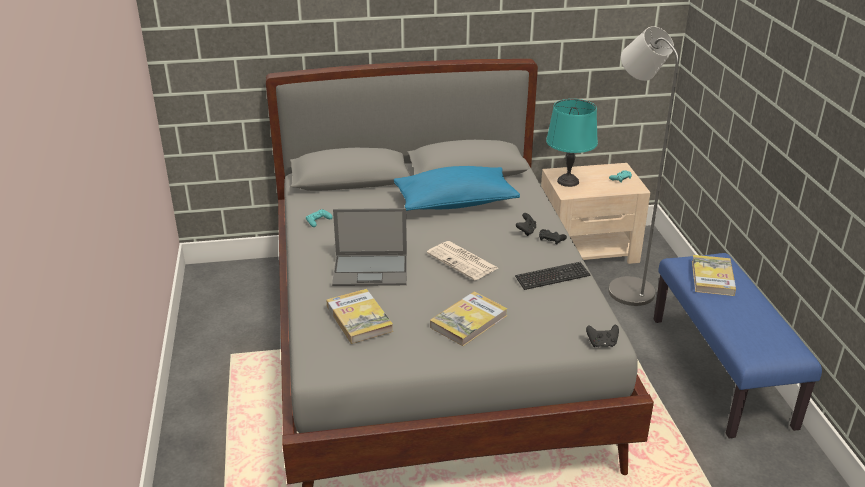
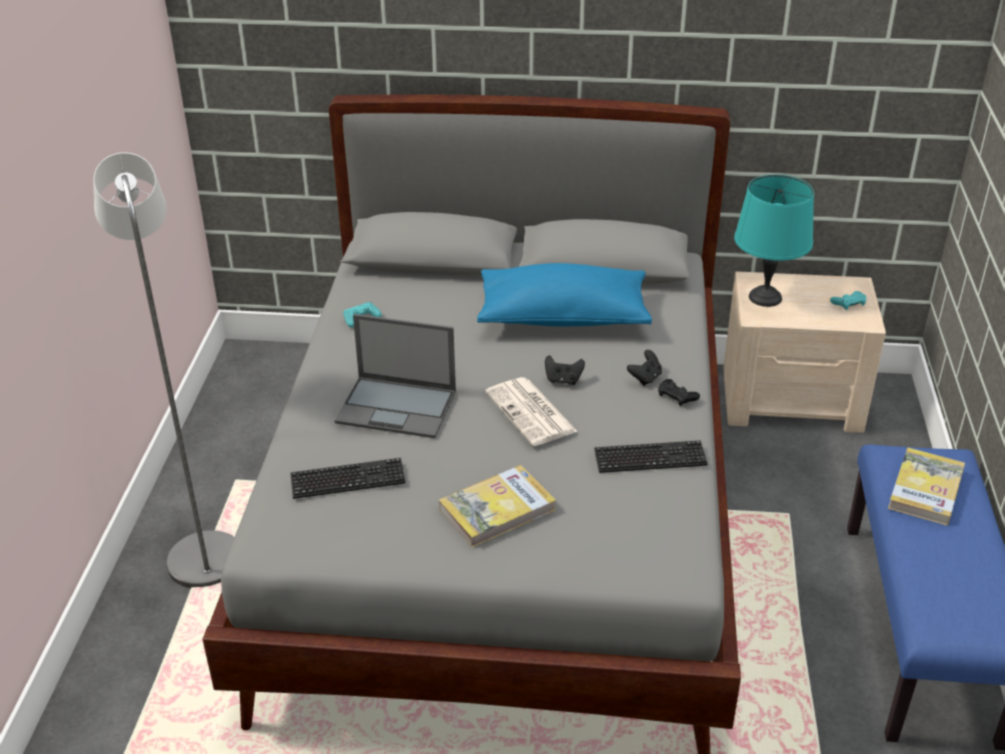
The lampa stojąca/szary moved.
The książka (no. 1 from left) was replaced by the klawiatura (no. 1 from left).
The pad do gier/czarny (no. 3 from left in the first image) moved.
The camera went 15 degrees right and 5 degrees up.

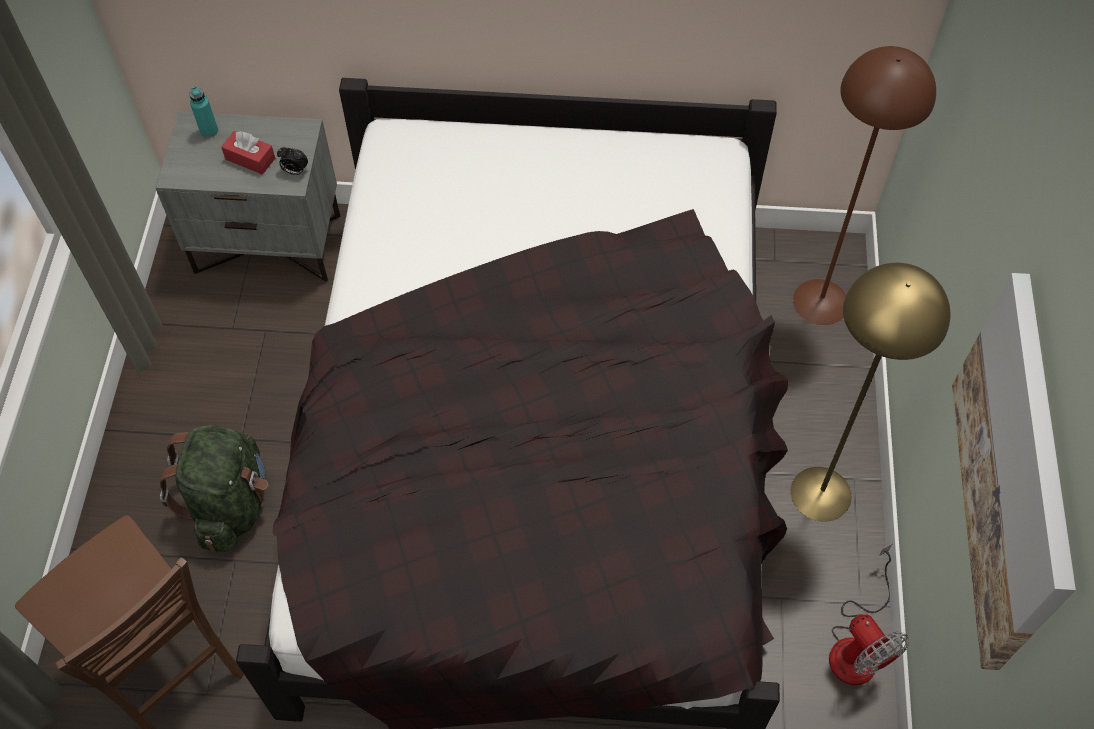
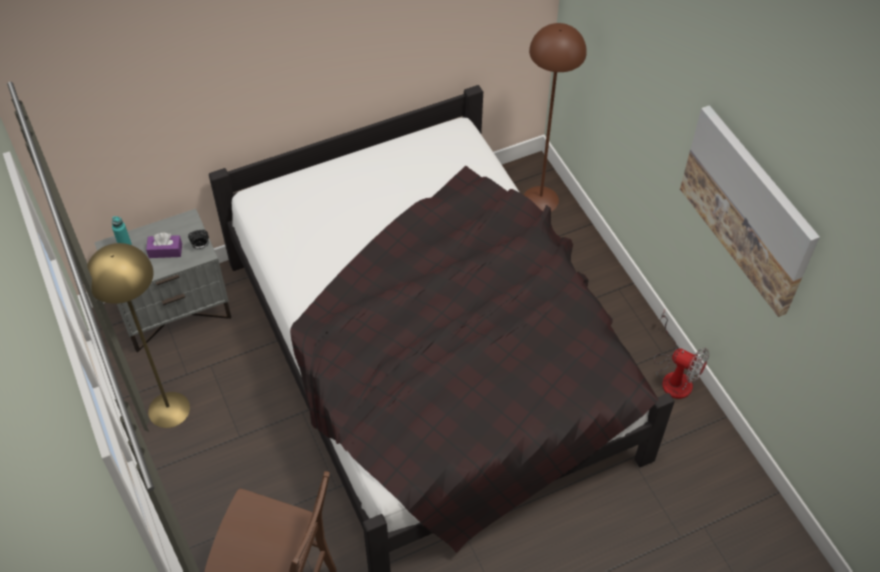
The lampa stojąca/żółty moved.
The pudełko chusteczek/czerwony became the pudełko chusteczek/fioletowy.
The plecak/zielony disappeared.
The camera went 30 degrees left and 5 degrees down.

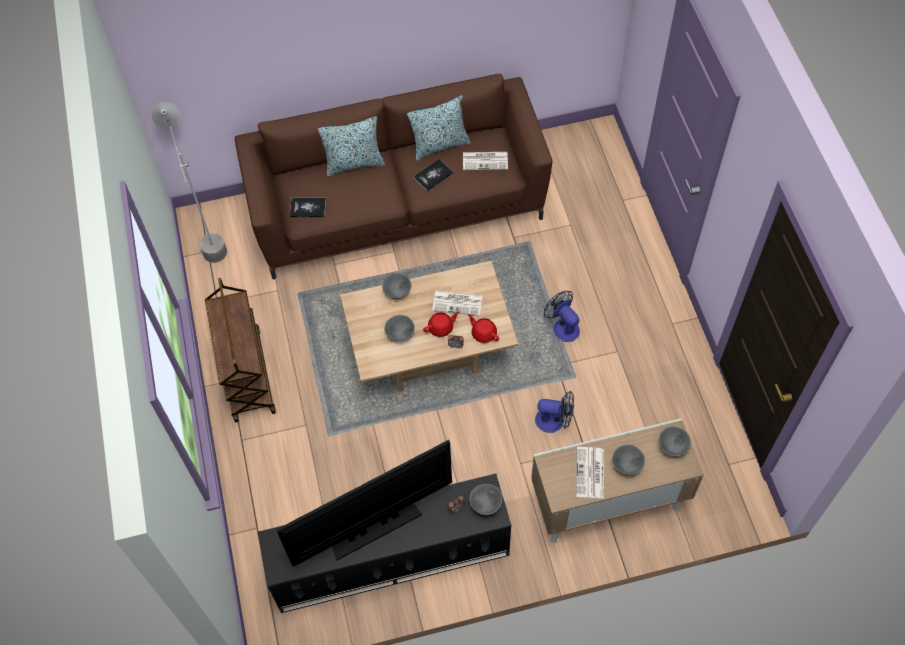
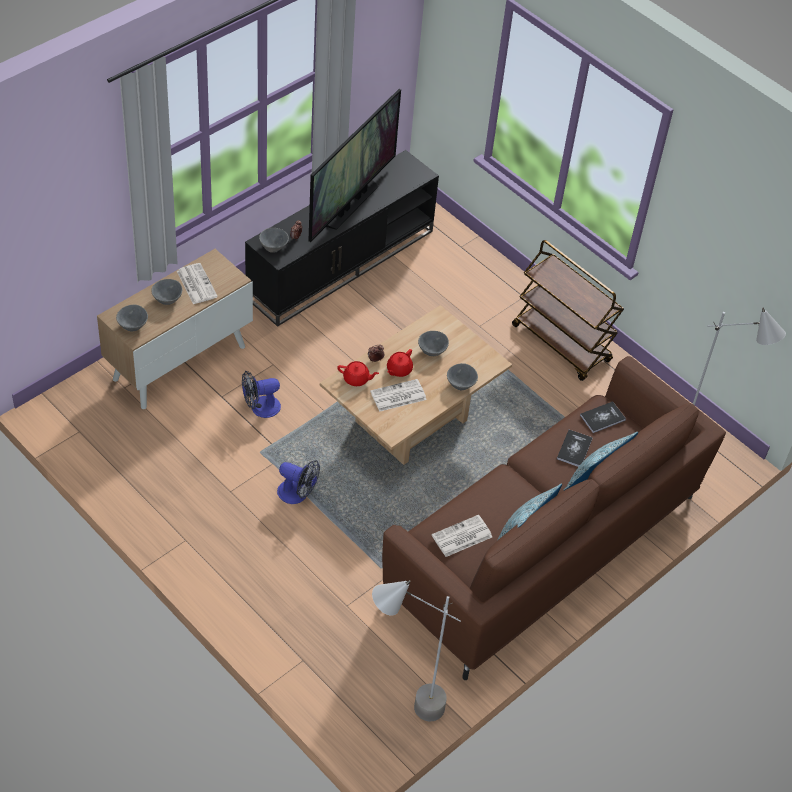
The lampa stojąca/szary (no. 1 from left) appeared.
The książka (no. 2 from left in the first image) moved.
The camera went 145 degrees right and 10 degrees down.

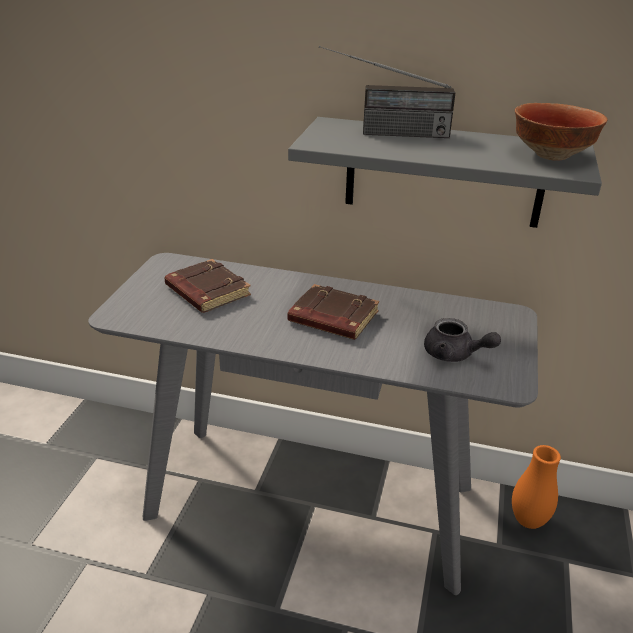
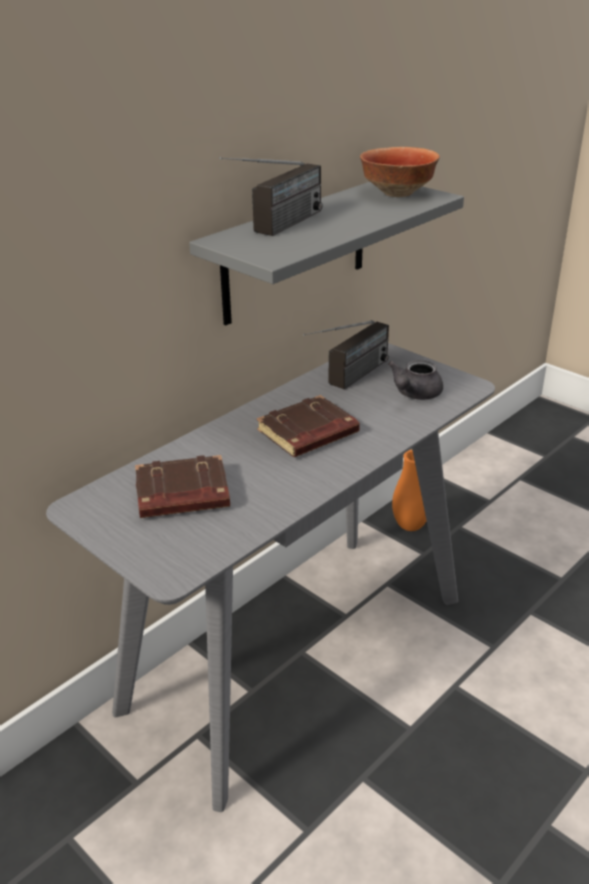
The radio (no. 2 from left) appeared.
The imbryk/szary turned 150 degrees clockwise.
The camera went 60 degrees left and 0 degrees up.

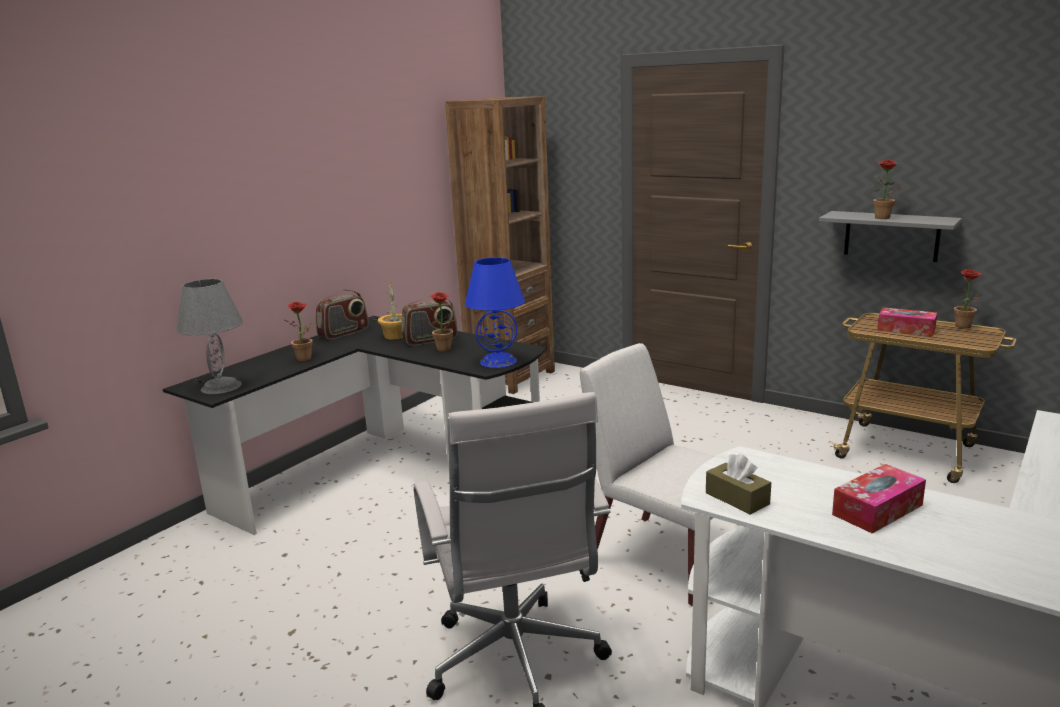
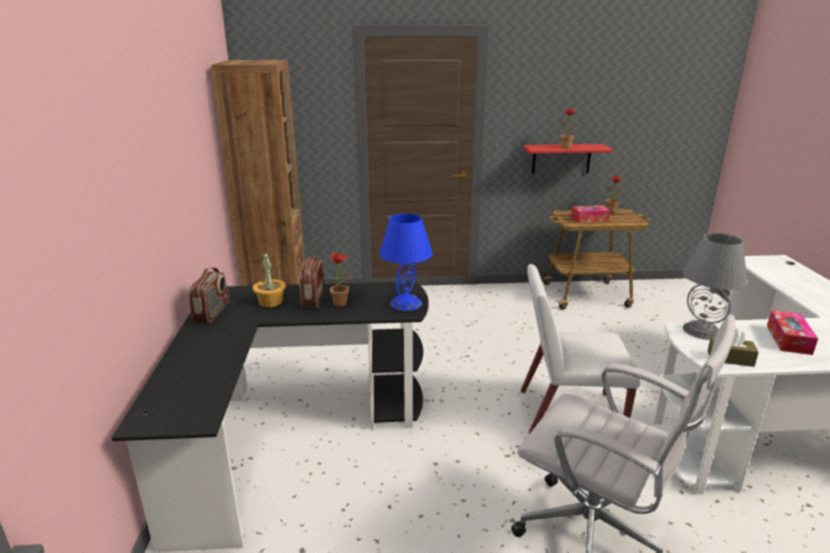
The radio (no. 2 from left) turned 150 degrees clockwise.
The półka/szary became the półka/czerwony.
The lampa stołowa/szary moved.
The roślina doniczkowa (no. 1 from left) disappeared.
The camera went 40 degrees left and 5 degrees up.

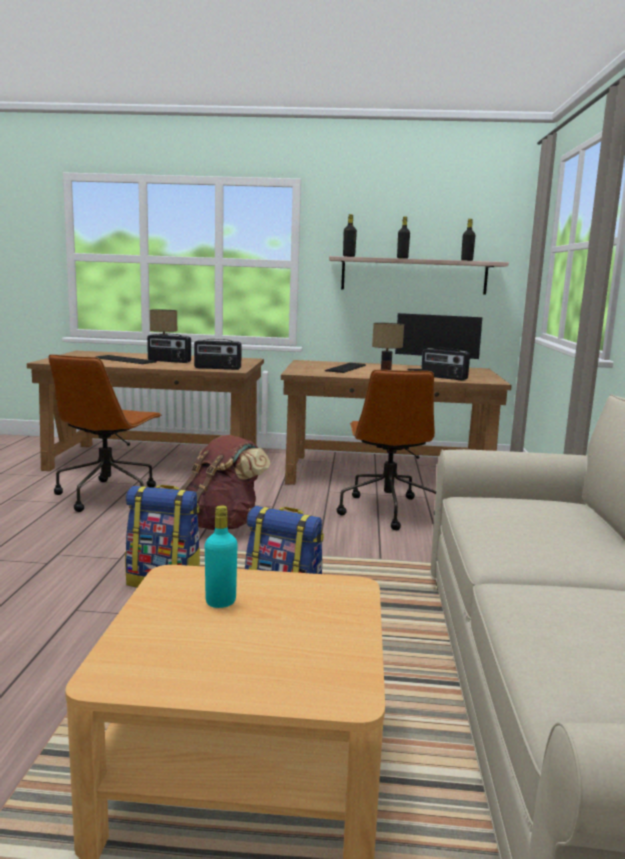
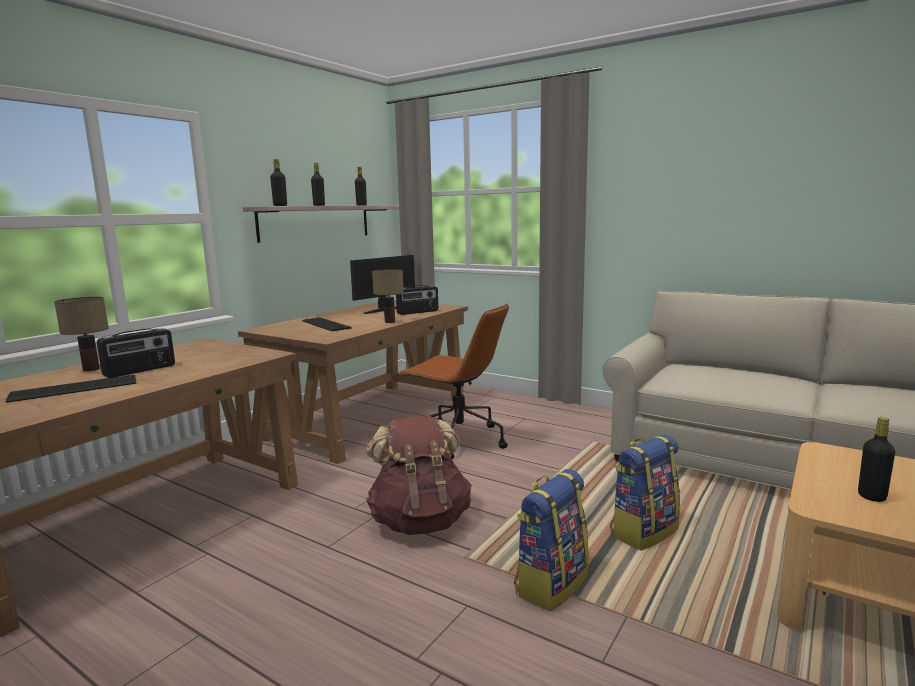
The butelka/turkusowy became the butelka/czarny (no. 4 from left).
The krzesło biurowe/brązowy (no. 1 from left) disappeared.
The radio (no. 2 from left) disappeared.
The camera went 60 degrees left and 0 degrees up.

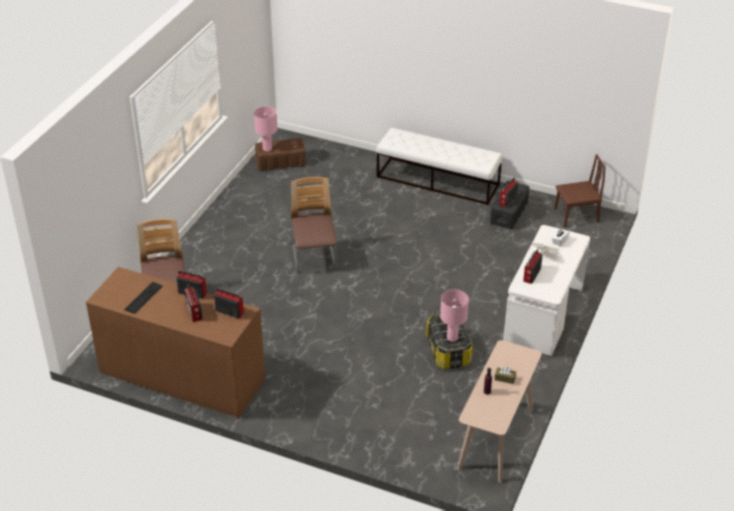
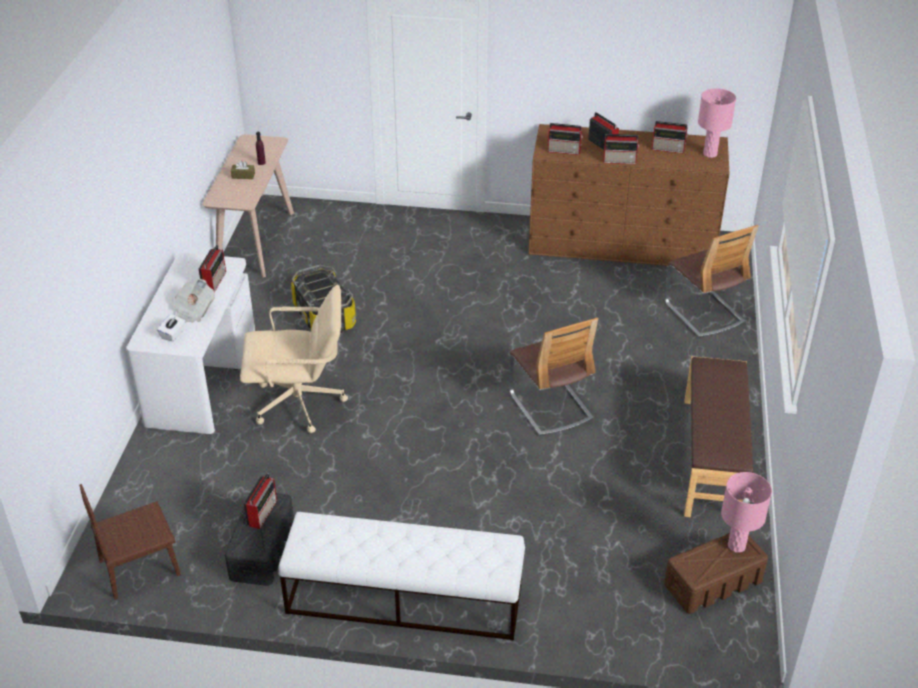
The krzesło biurowe/beżowy appeared.
The klawiatura was replaced by the radio (no. 6 from left).
The ławka/brązowy appeared.
The lampa stołowa/różowy (no. 2 from left in the first image) moved.
The camera went 165 degrees right and 0 degrees up.

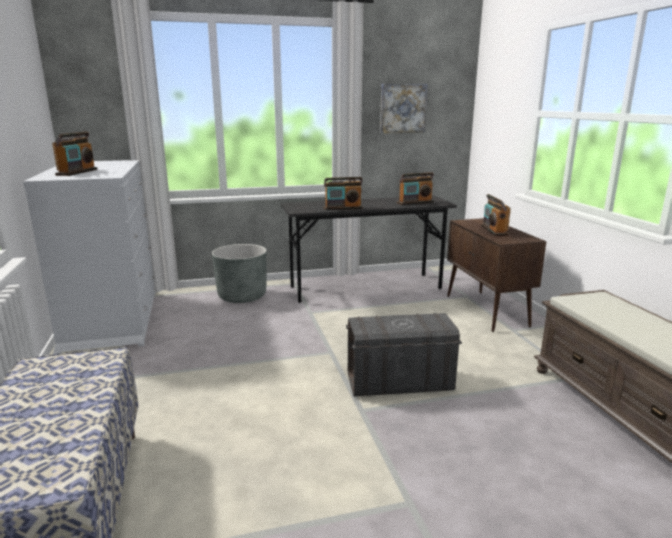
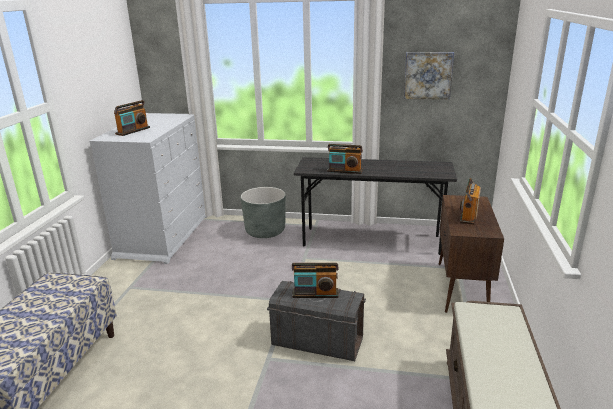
The radio (no. 3 from left in the first image) moved.
The camera went 25 degrees right and 5 degrees up.

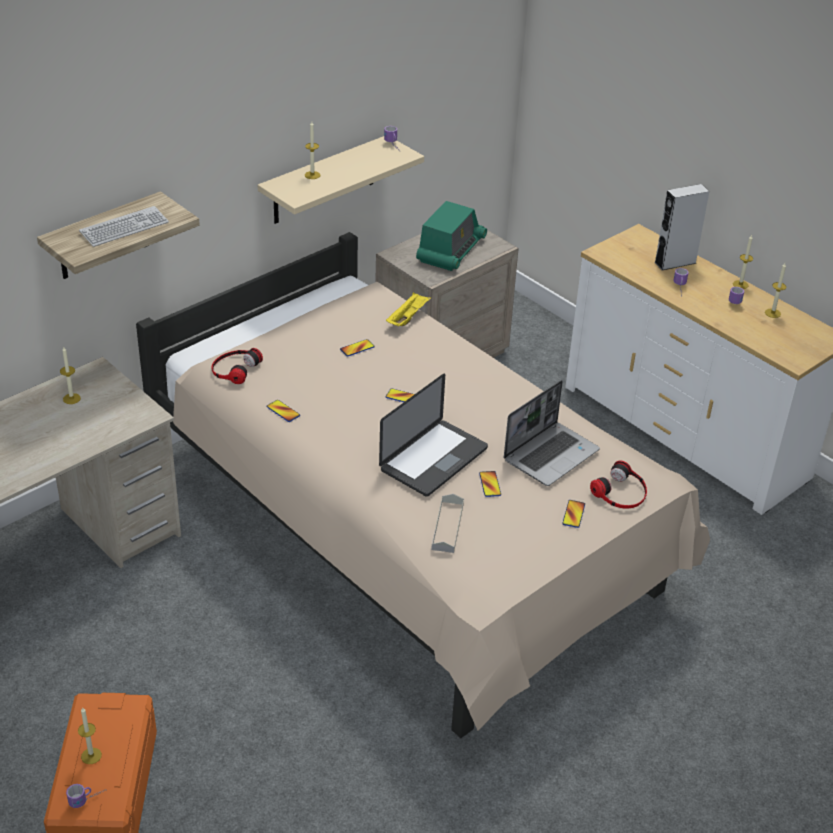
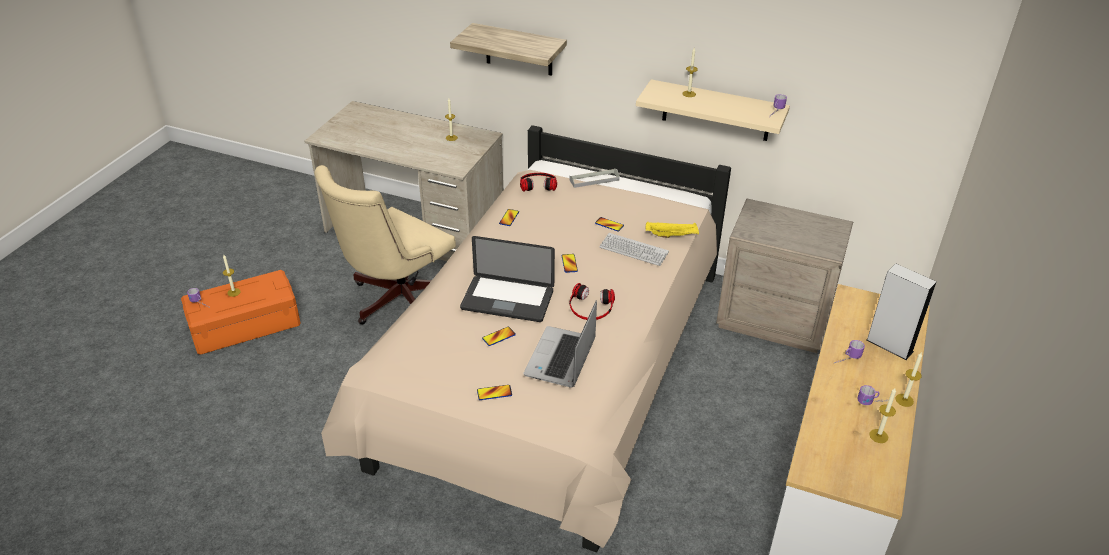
The krzesło biurowe/beżowy appeared.
The laptop (no. 2 from left) turned 90 degrees clockwise.
The taca/szary moved.
The słuchawki (no. 2 from left) moved.
The klawiatura moved.
The radio disappeared.
The camera went 65 degrees right and 0 degrees up.

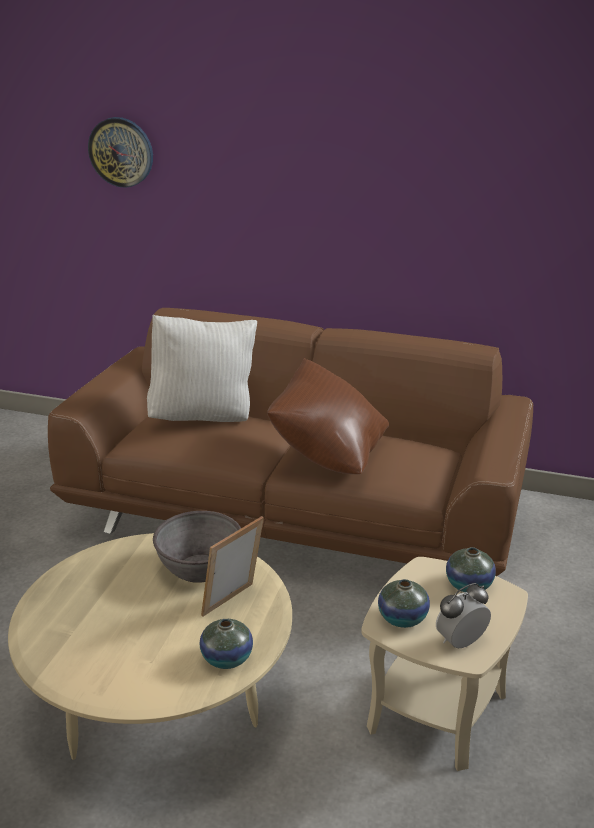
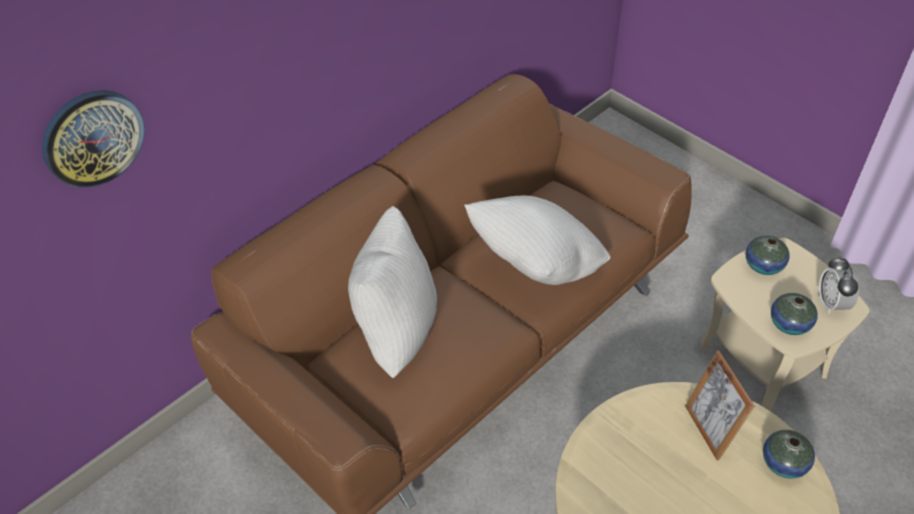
The poduszka/brązowy became the poduszka/biały (no. 2 from left).
The miska/szary disappeared.
The camera went 60 degrees left and 20 degrees up.

